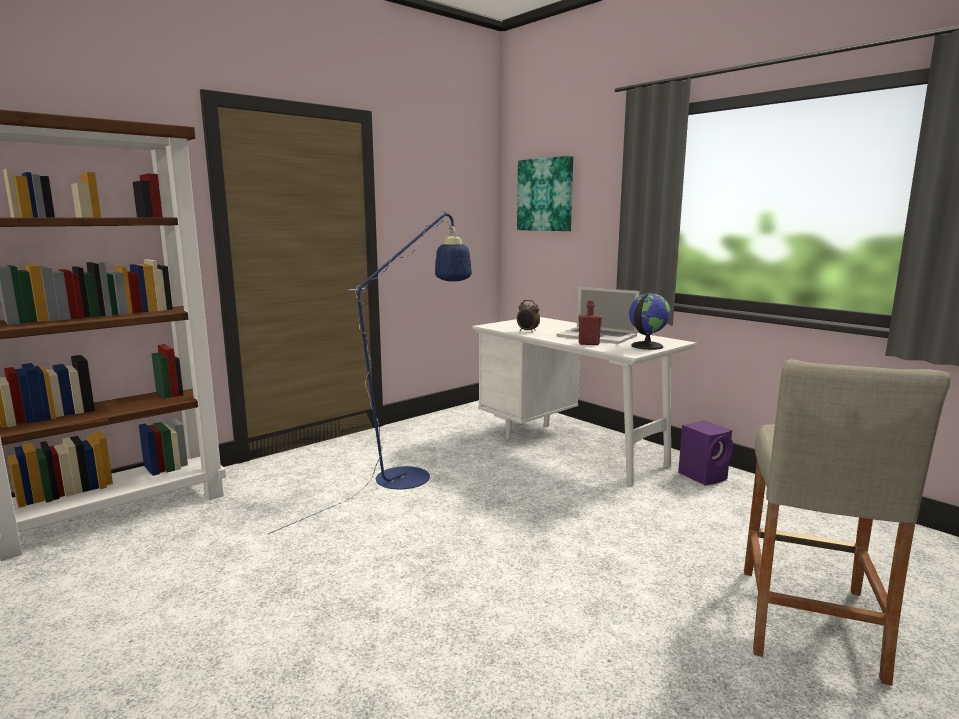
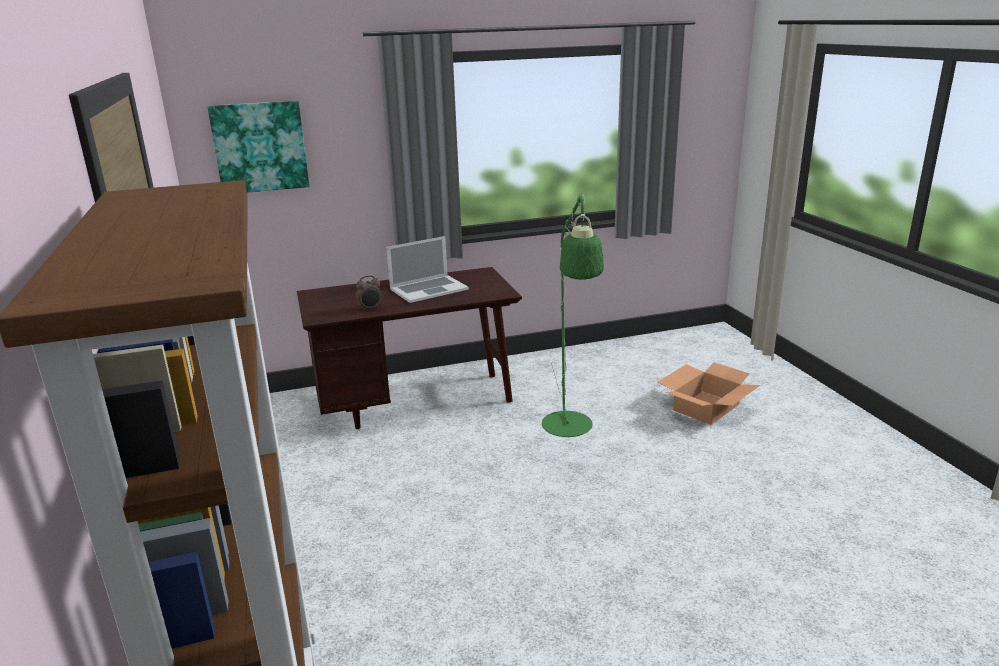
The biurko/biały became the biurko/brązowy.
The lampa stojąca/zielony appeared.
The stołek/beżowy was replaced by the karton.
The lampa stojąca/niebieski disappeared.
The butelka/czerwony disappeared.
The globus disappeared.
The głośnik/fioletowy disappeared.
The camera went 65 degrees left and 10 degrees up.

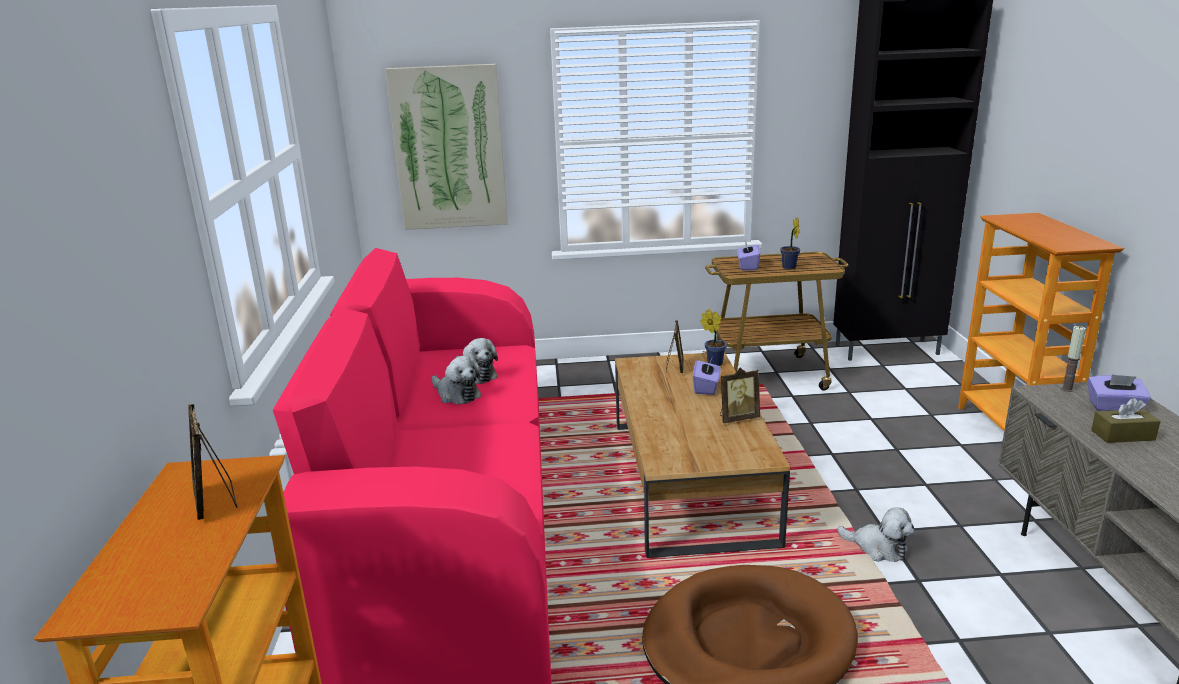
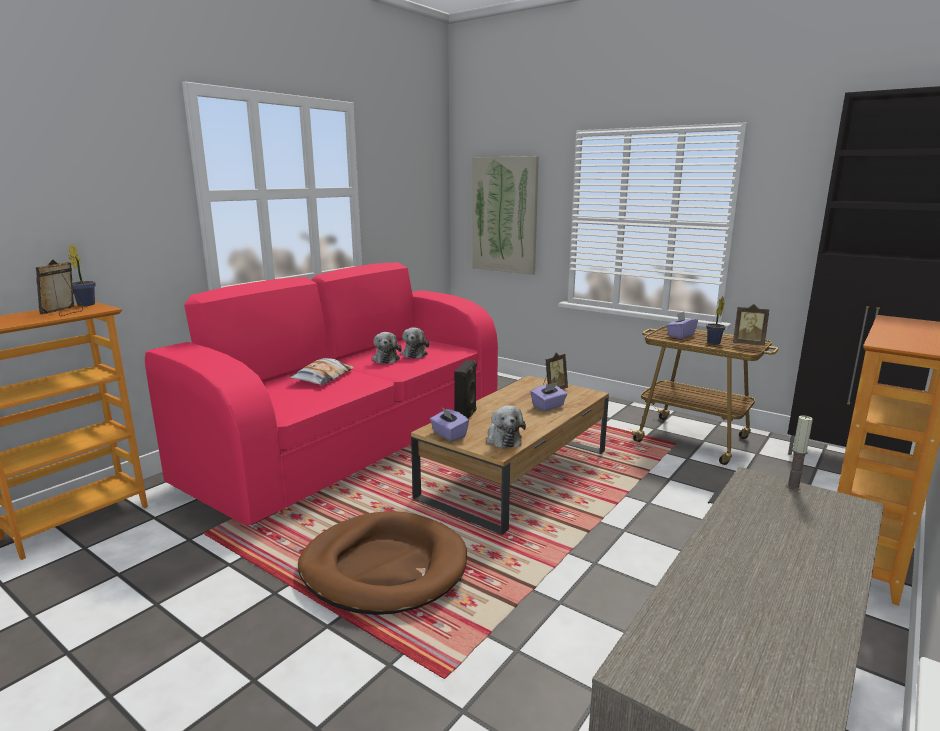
The roślina doniczkowa (no. 1 from left) moved.
The poduszka appeared.
The pudełko chusteczek/fioletowy (no. 3 from left in the first image) moved.
The głośnik/czarny appeared.
The pluszak (no. 3 from left) moved.
The ramka na zdjęcie (no. 3 from left) moved.
The pudełko chusteczek/brązowy disappeared.
The camera went 40 degrees right and 5 degrees down.

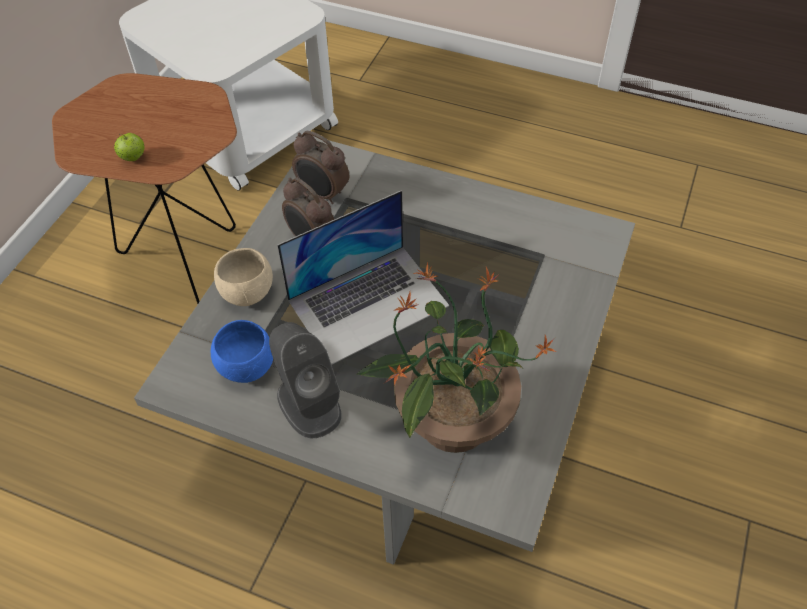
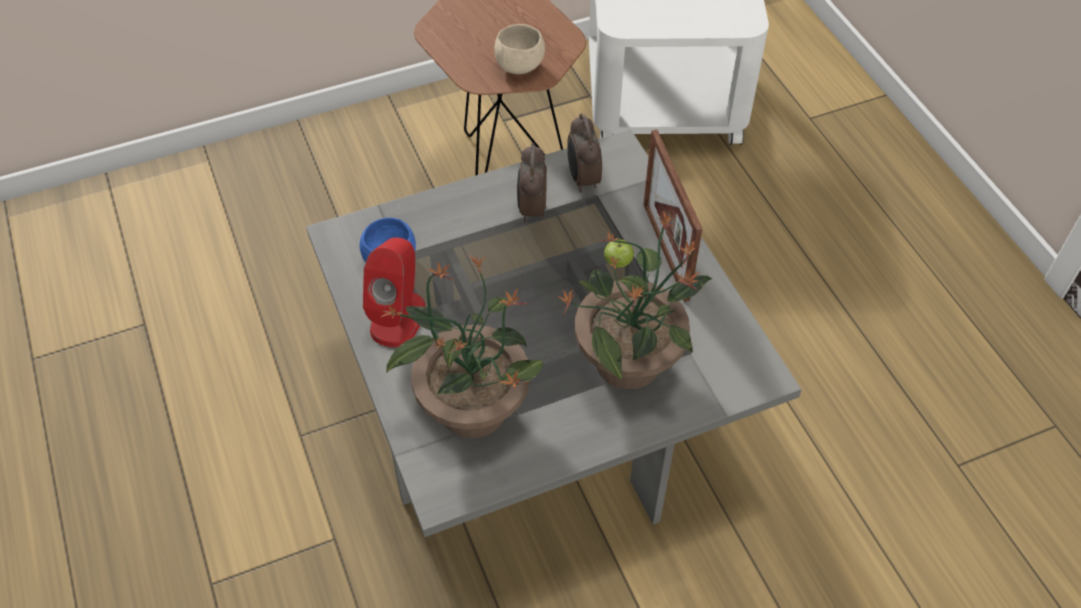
The głośnik/szary became the głośnik/czerwony.
The miska/beżowy moved.
The roślina doniczkowa (no. 2 from left) appeared.
The jabłko moved.
The ramka na zdjęcie appeared.
The laptop disappeared.
The camera went 45 degrees right and 0 degrees up.

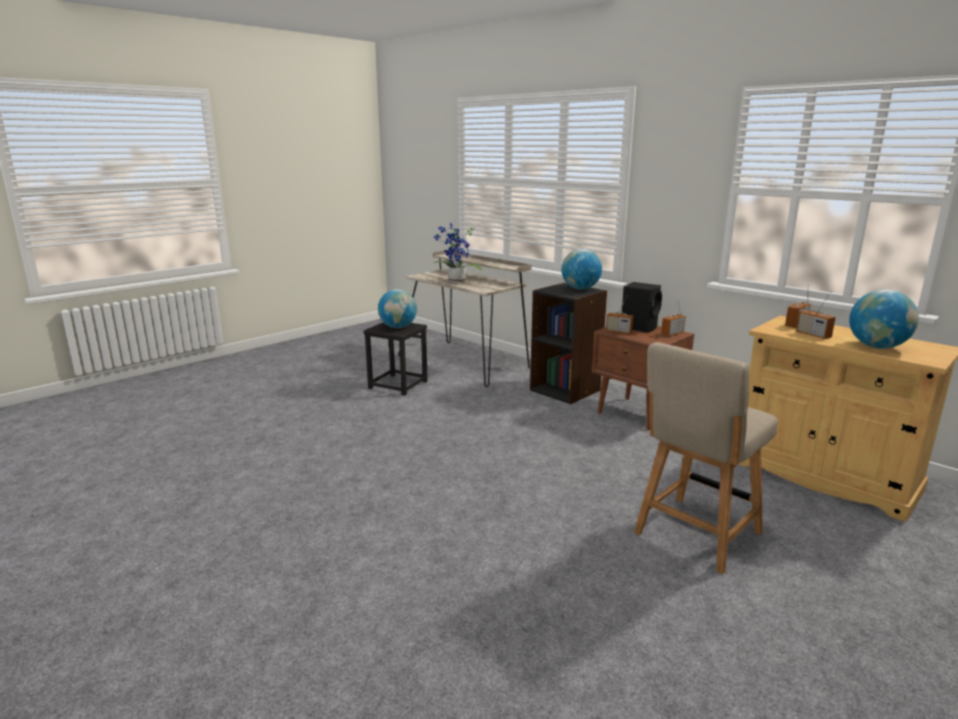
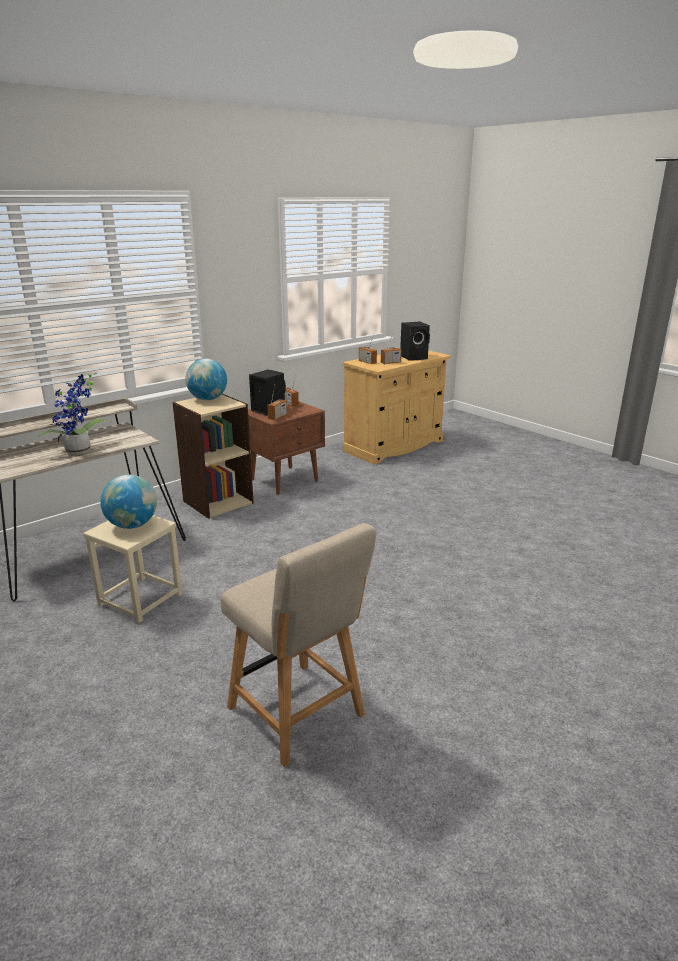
The stołek/czarny became the stołek/beżowy.
The regał/czarny became the regał/beżowy.
The krzesło/beżowy moved.
The globus (no. 3 from left) was replaced by the głośnik/czarny (no. 2 from left).
The camera went 85 degrees left and 5 degrees up.

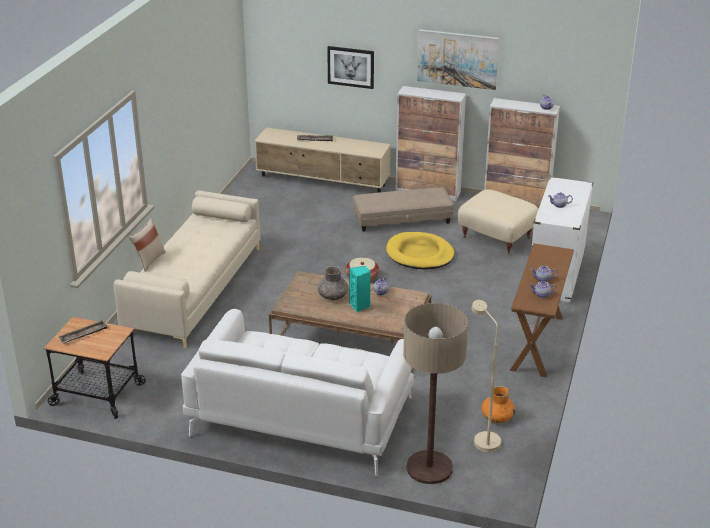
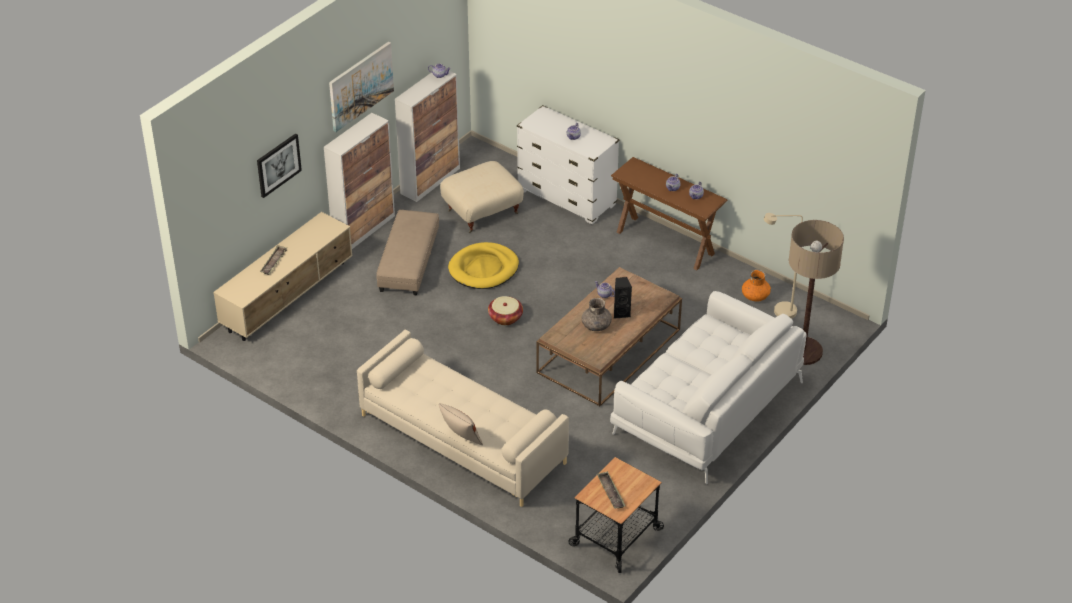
The głośnik/turkusowy became the głośnik/czarny.
The camera went 70 degrees left and 10 degrees up.

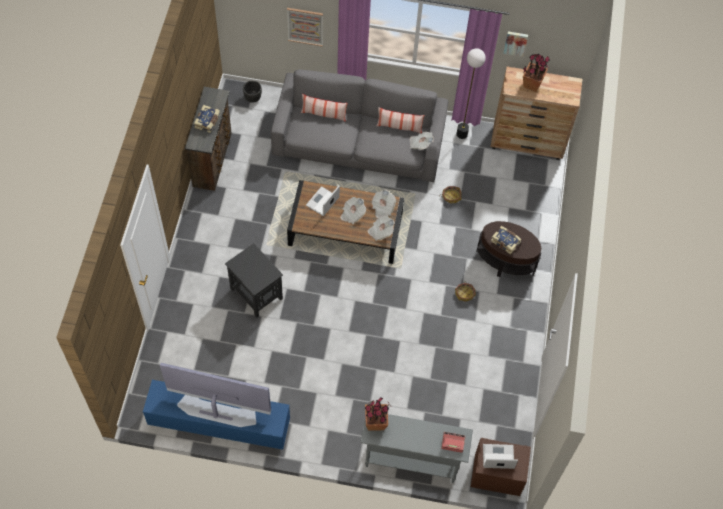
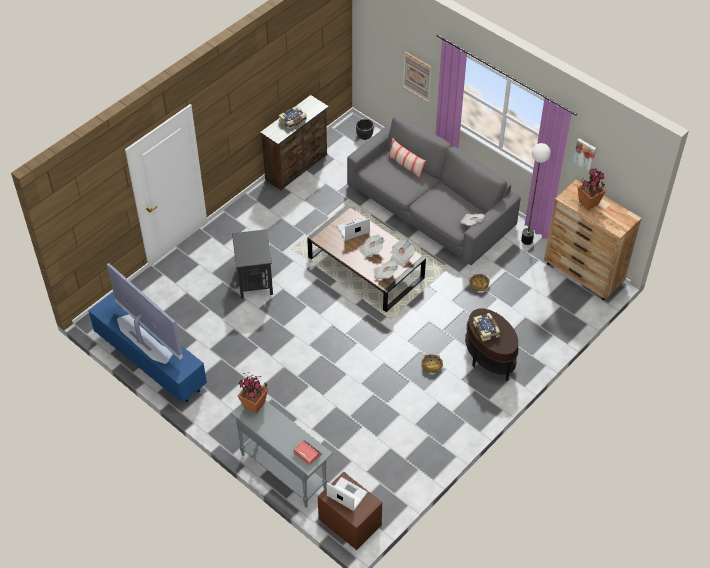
The poduszka (no. 2 from left) disappeared.
The camera went 35 degrees right and 10 degrees down.

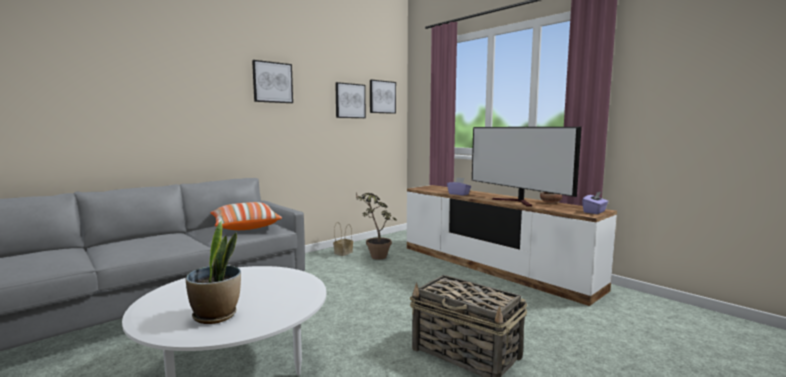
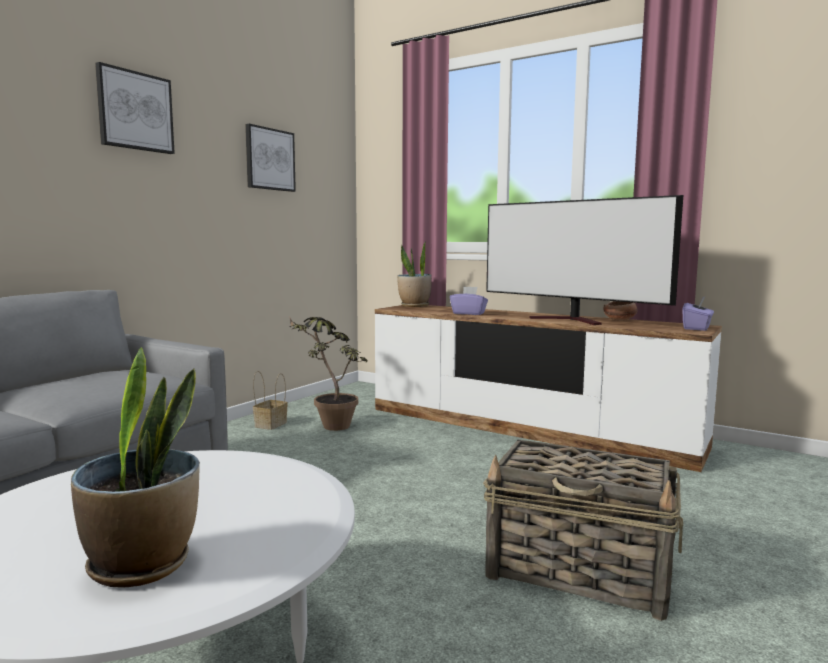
The roślina doniczkowa (no. 3 from left) appeared.
The poduszka disappeared.
The obraz (no. 3 from left) disappeared.
The camera went 15 degrees left and 0 degrees up.

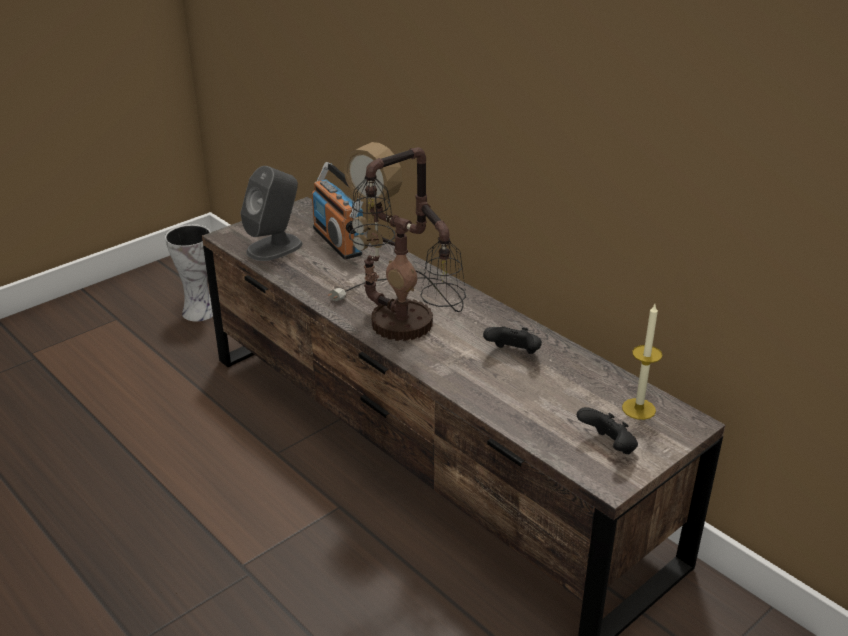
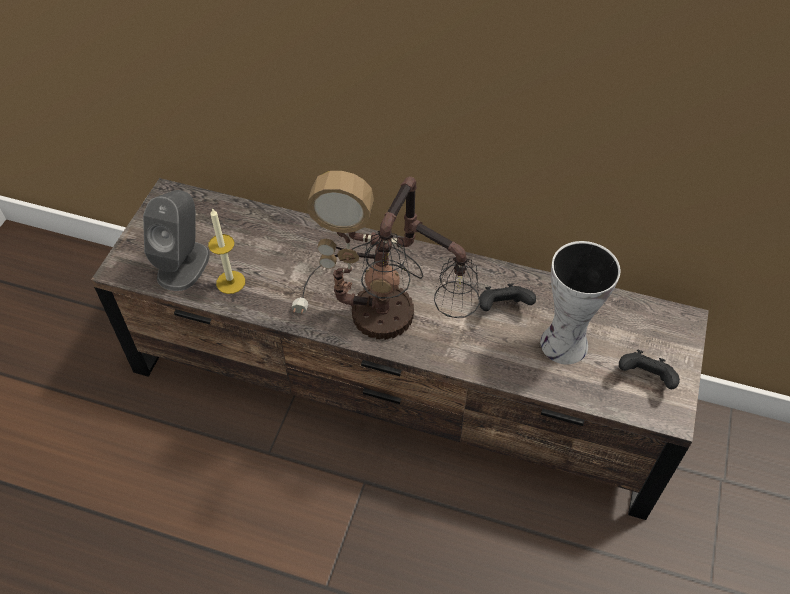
The świeca moved.
The wazon moved.
The radio disappeared.
The camera went 30 degrees left and 20 degrees up.

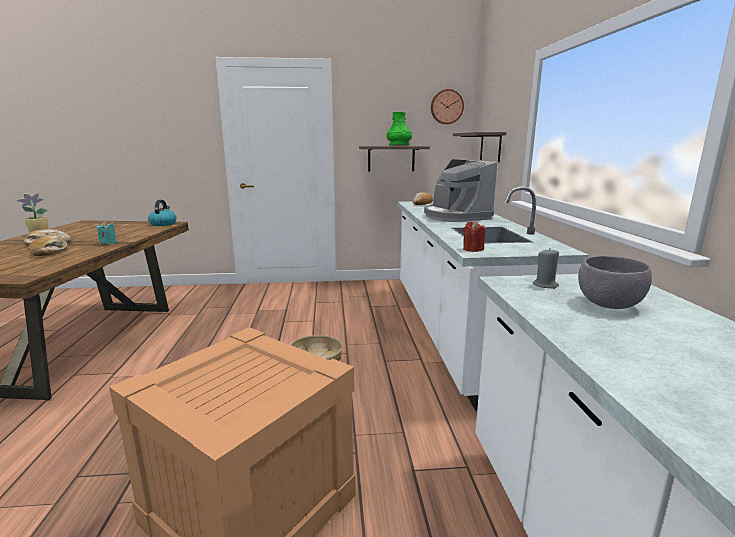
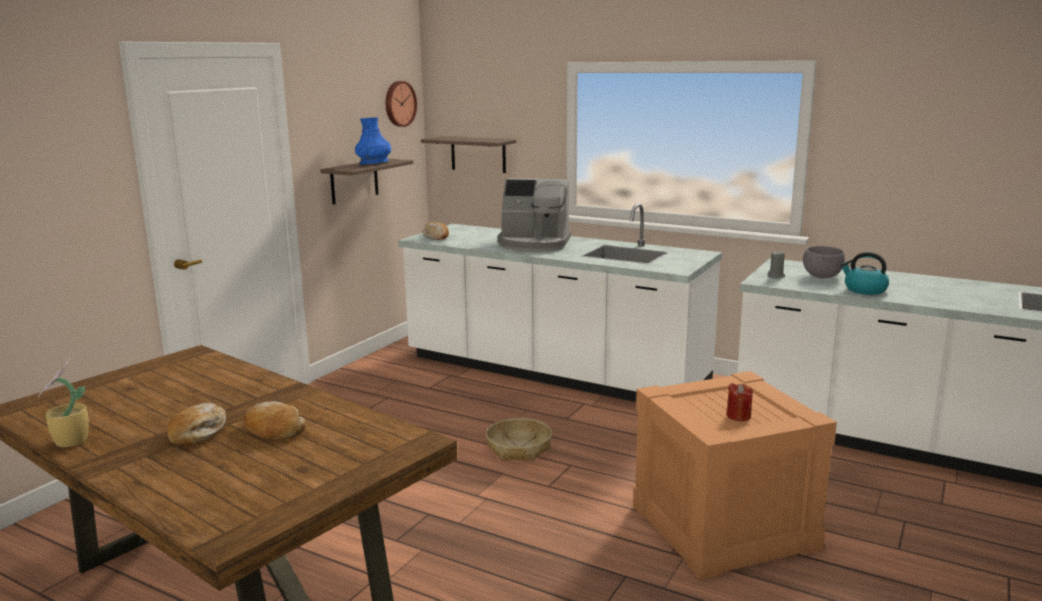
The wazon/zielony became the wazon/niebieski.
The świeca/czerwony moved.
The czajnik moved.
The świeca/turkusowy disappeared.
The camera went 55 degrees left and 0 degrees up.

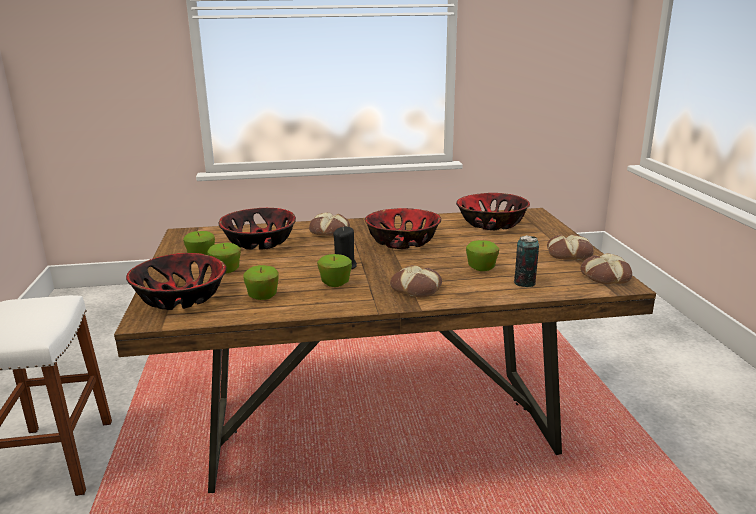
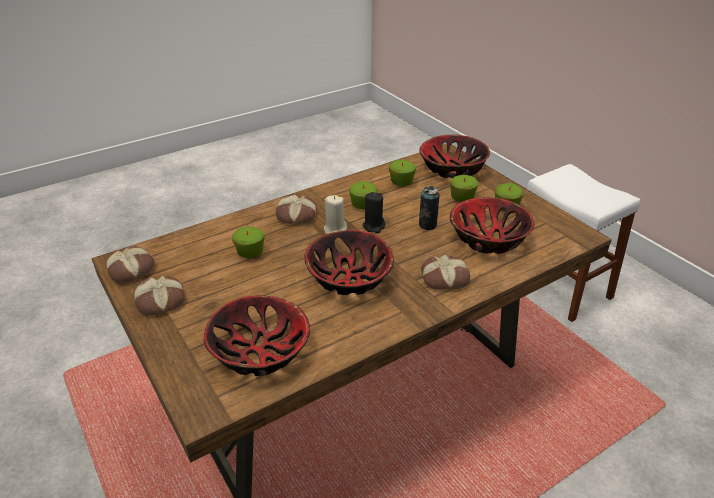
The świeca/beżowy appeared.
The puszka moved.
The camera went 155 degrees right and 15 degrees up.

